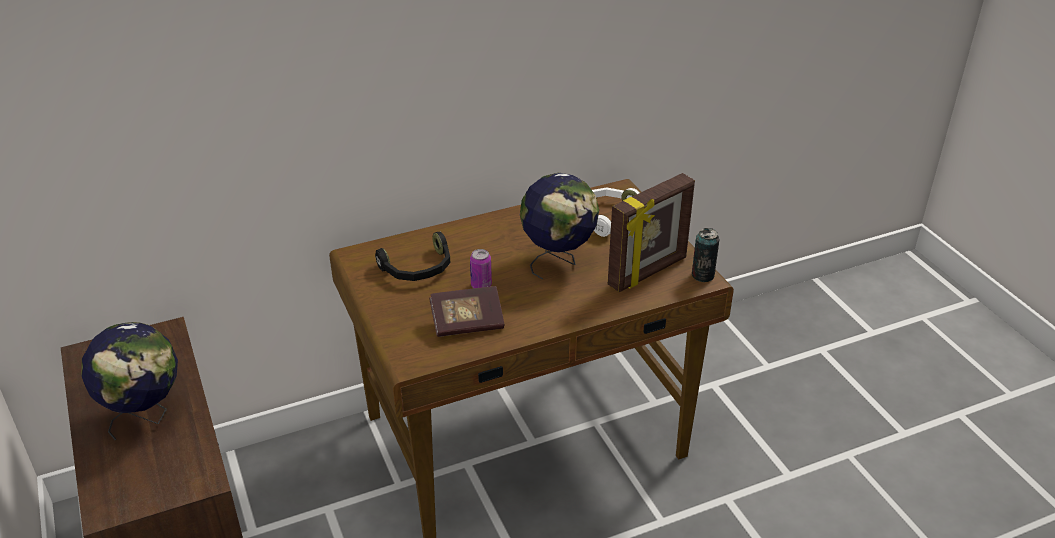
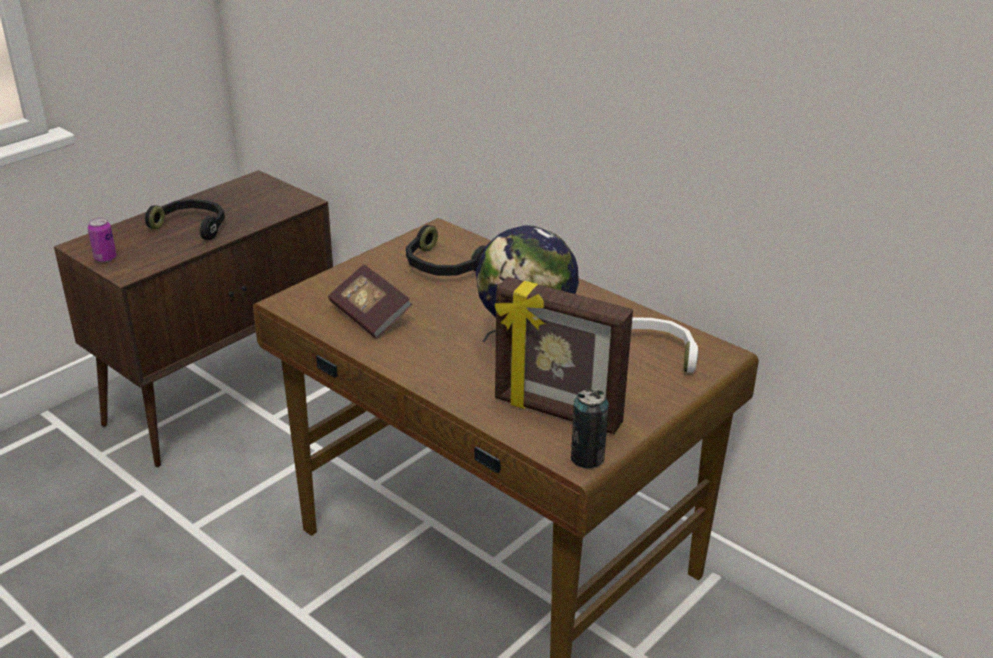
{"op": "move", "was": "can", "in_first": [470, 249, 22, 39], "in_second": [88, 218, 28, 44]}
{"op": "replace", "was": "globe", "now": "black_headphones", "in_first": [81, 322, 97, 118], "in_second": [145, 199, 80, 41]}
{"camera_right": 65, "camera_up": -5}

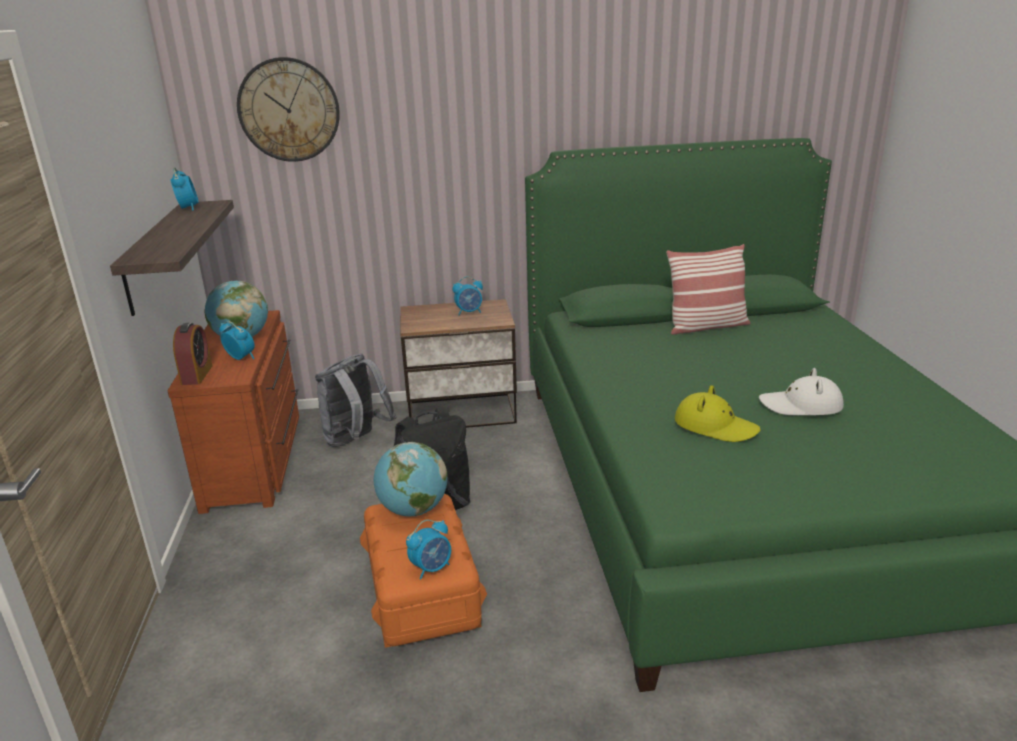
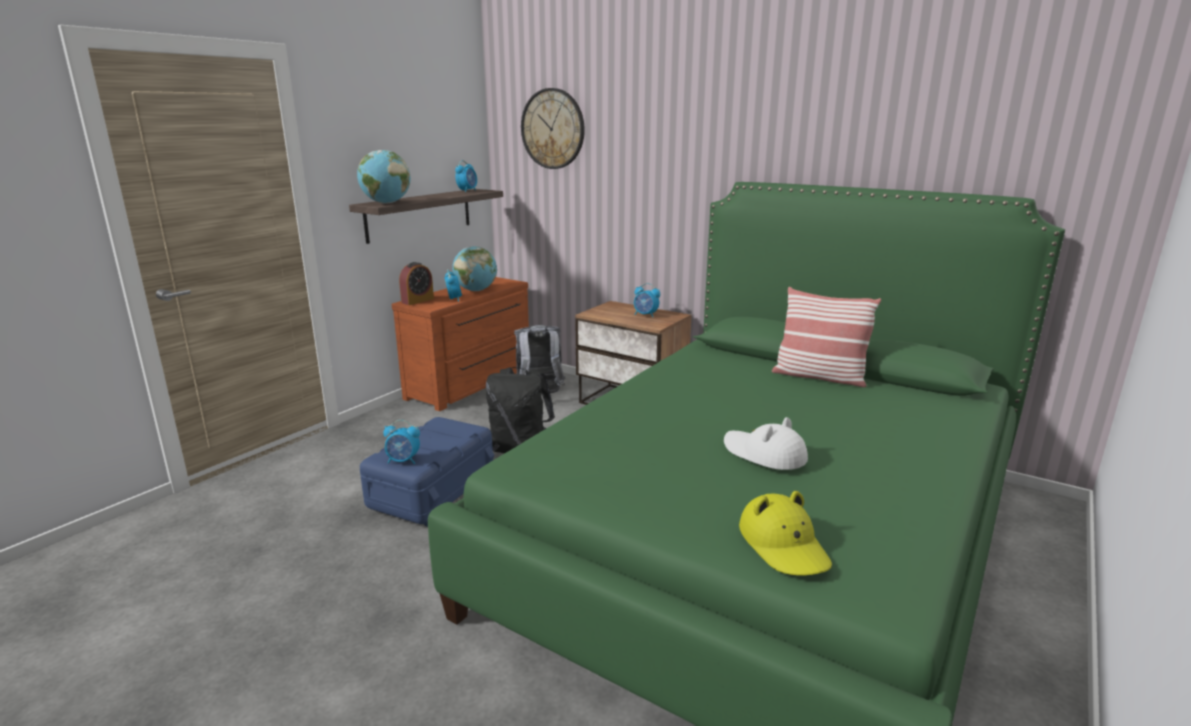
{"op": "move", "was": "yellow_hat", "in_first": [675, 385, 86, 57], "in_second": [739, 491, 93, 84]}
{"op": "move", "was": "globe", "in_first": [373, 442, 75, 74], "in_second": [357, 150, 53, 54]}
{"op": "recolor", "was": "orange_storage_box", "now": "blue_storage_box", "in_first": [360, 494, 127, 154], "in_second": [360, 417, 134, 110]}
{"camera_right": 40, "camera_up": -5}

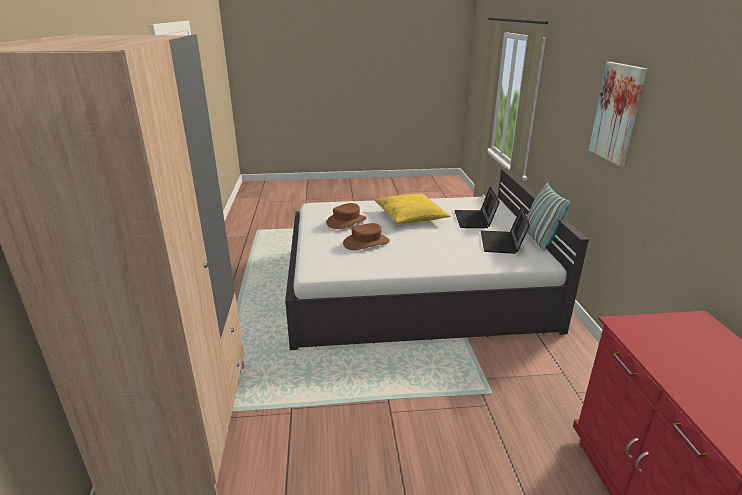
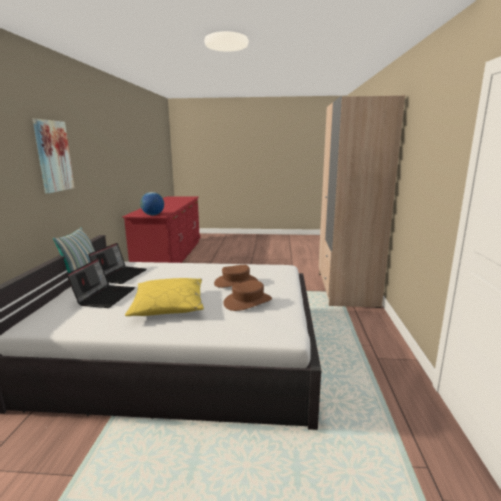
{"op": "insert", "now": "globe", "in_second": [140, 192, 24, 23]}
{"camera_right": -170, "camera_up": -10}

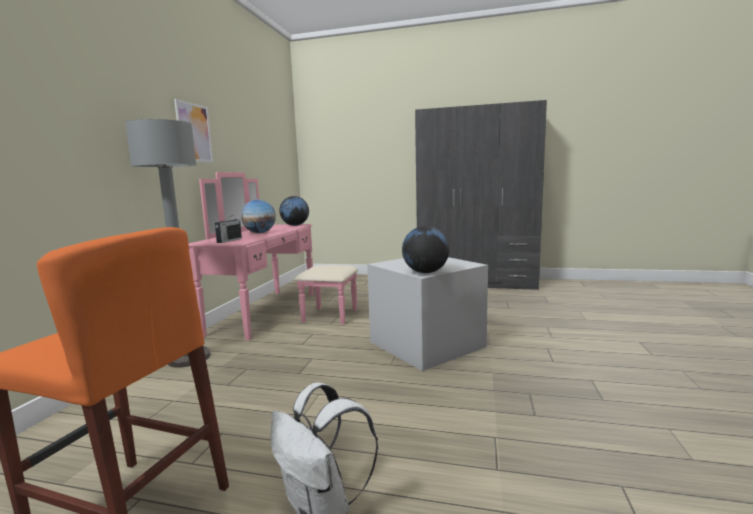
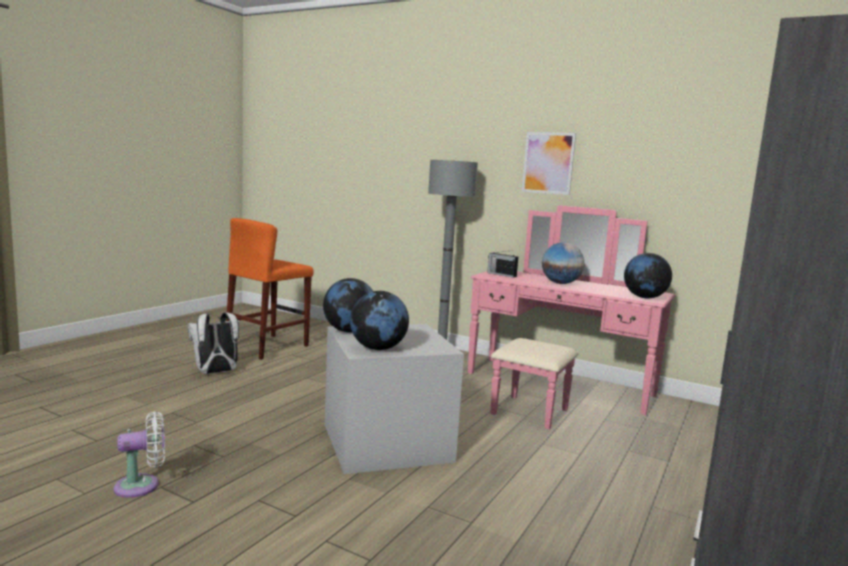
{"op": "insert", "now": "globe", "in_second": [350, 291, 59, 59]}
{"op": "insert", "now": "white_fan", "in_second": [114, 411, 51, 87]}
{"camera_right": 105, "camera_up": 0}

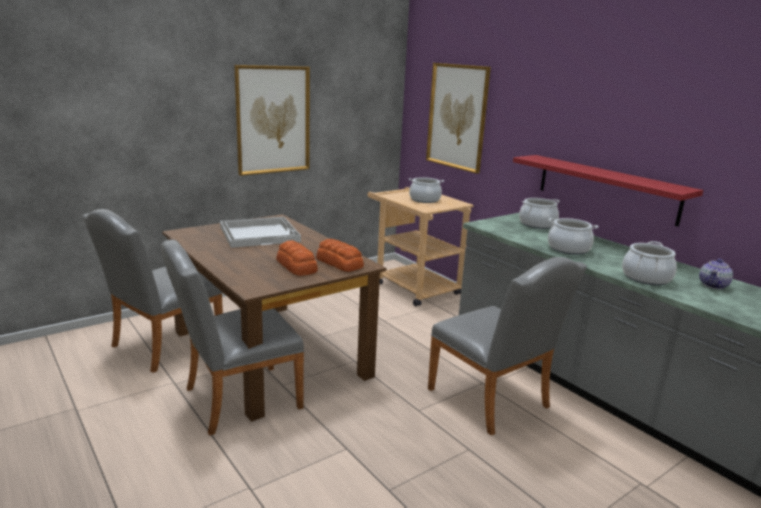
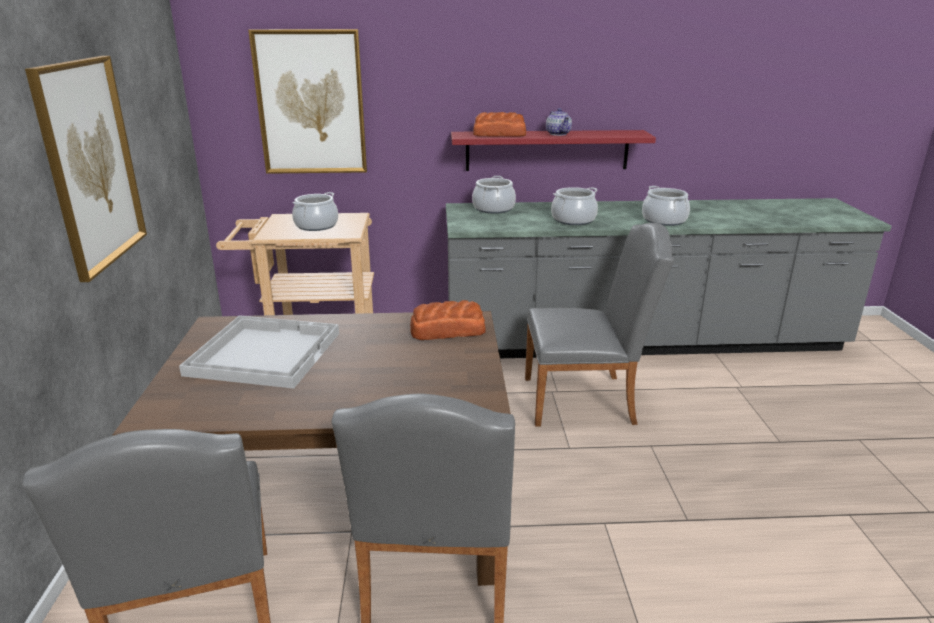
{"op": "move", "was": "bread", "in_first": [276, 240, 42, 36], "in_second": [473, 112, 53, 25]}
{"op": "move", "was": "teapot", "in_first": [699, 259, 34, 30], "in_second": [546, 108, 26, 28]}
{"camera_right": -55, "camera_up": 5}

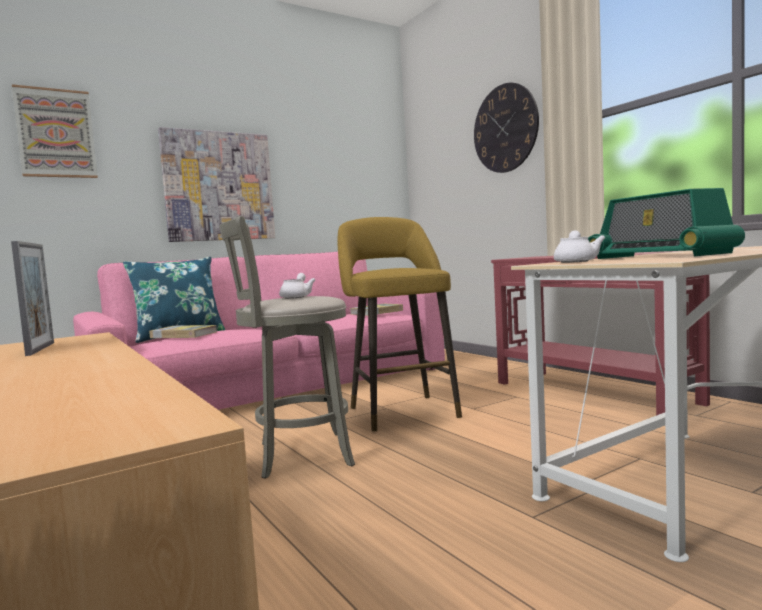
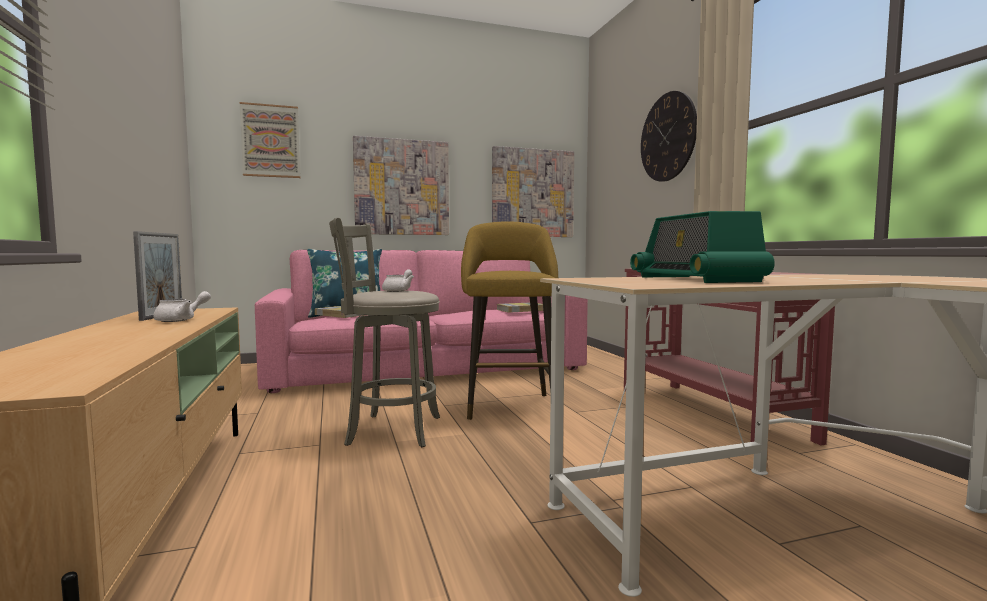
{"op": "move", "was": "white_teapot", "in_first": [554, 230, 51, 33], "in_second": [153, 291, 58, 31]}
{"op": "insert", "now": "picture", "in_second": [492, 146, 82, 91]}
{"camera_right": 15, "camera_up": 0}

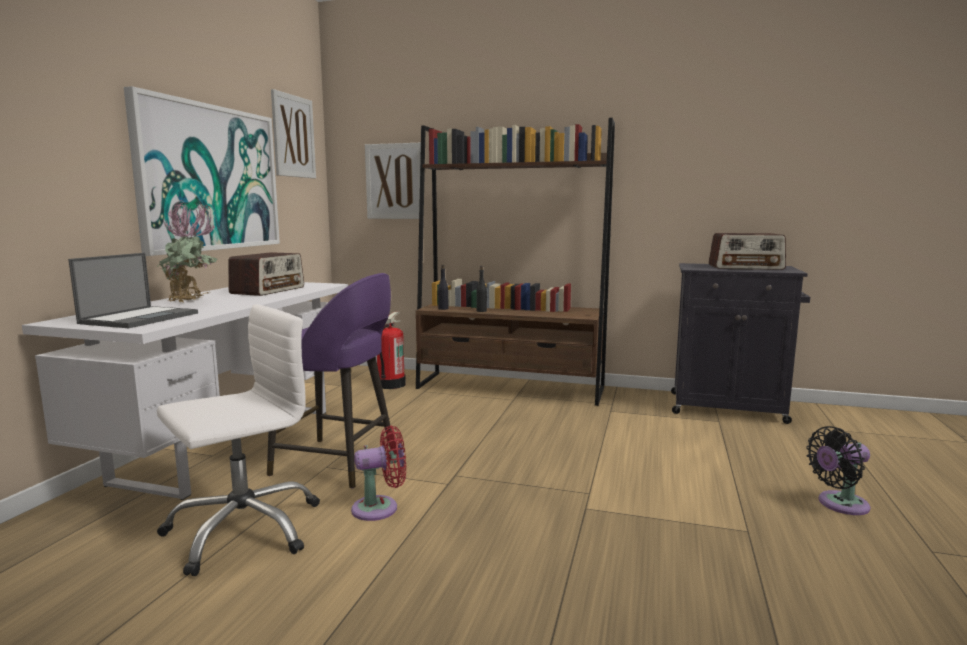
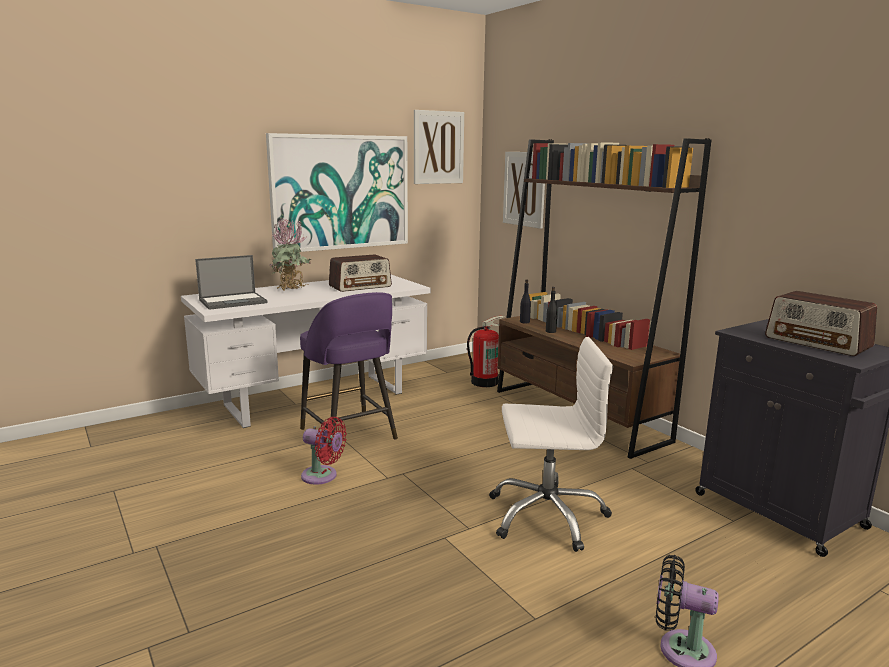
{"op": "move", "was": "white_office_chair", "in_first": [157, 304, 163, 272], "in_second": [489, 337, 124, 215]}
{"camera_right": 40, "camera_up": 5}

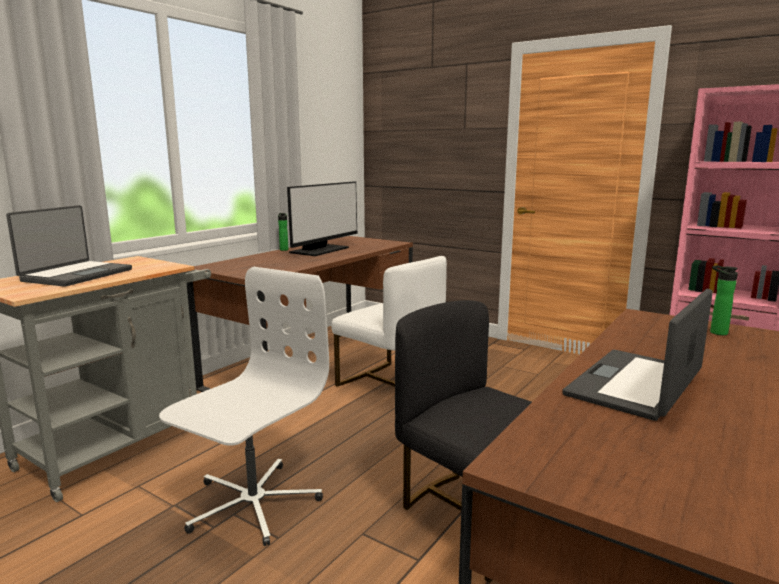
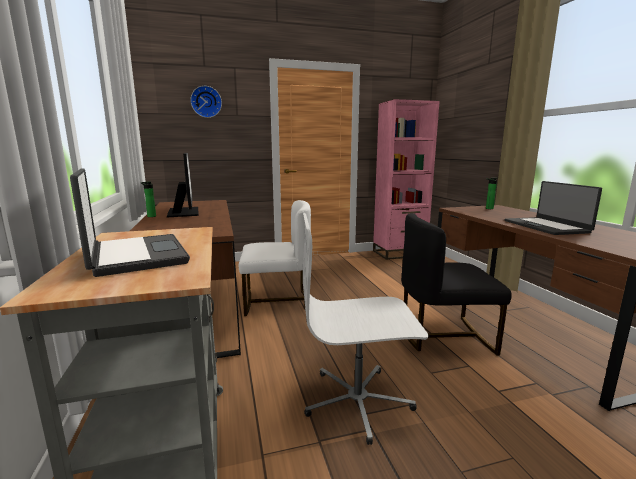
{"op": "rotate", "was": "white_office_chair", "in_first": [159, 267, 170, 279], "in_second": [303, 213, 125, 232], "clockwise": -75}
{"op": "insert", "now": "wall_clock", "in_second": [190, 86, 32, 32]}
{"camera_right": -50, "camera_up": 0}

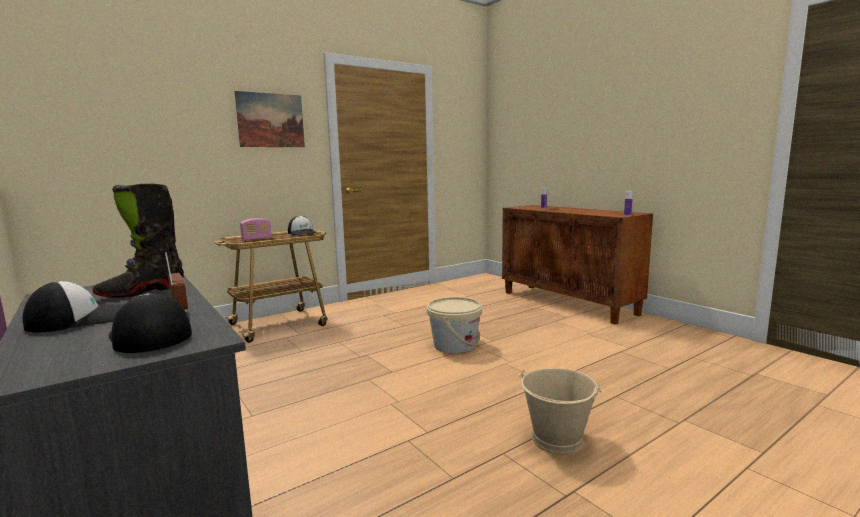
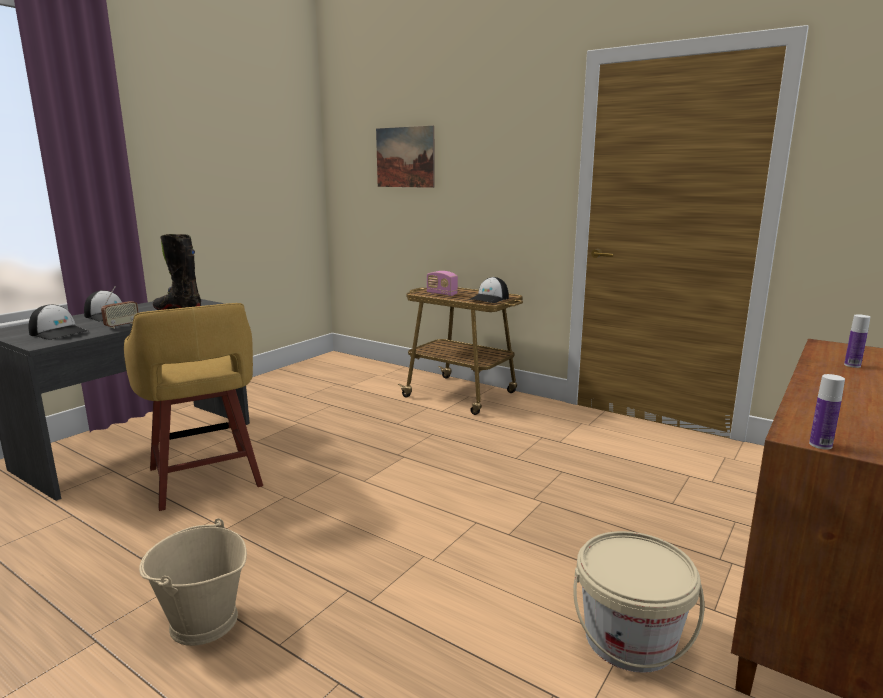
{"op": "move", "was": "picture", "in_first": [235, 91, 70, 56], "in_second": [376, 126, 59, 62]}
{"op": "rotate", "was": "cap", "in_first": [109, 293, 83, 60], "in_second": [29, 304, 59, 36], "clockwise": 90}
{"op": "move", "was": "beige_bucket", "in_first": [427, 297, 55, 57], "in_second": [573, 531, 131, 142]}
{"op": "insert", "now": "yellow_stool", "in_second": [124, 303, 139, 208]}
{"camera_right": 70, "camera_up": 5}

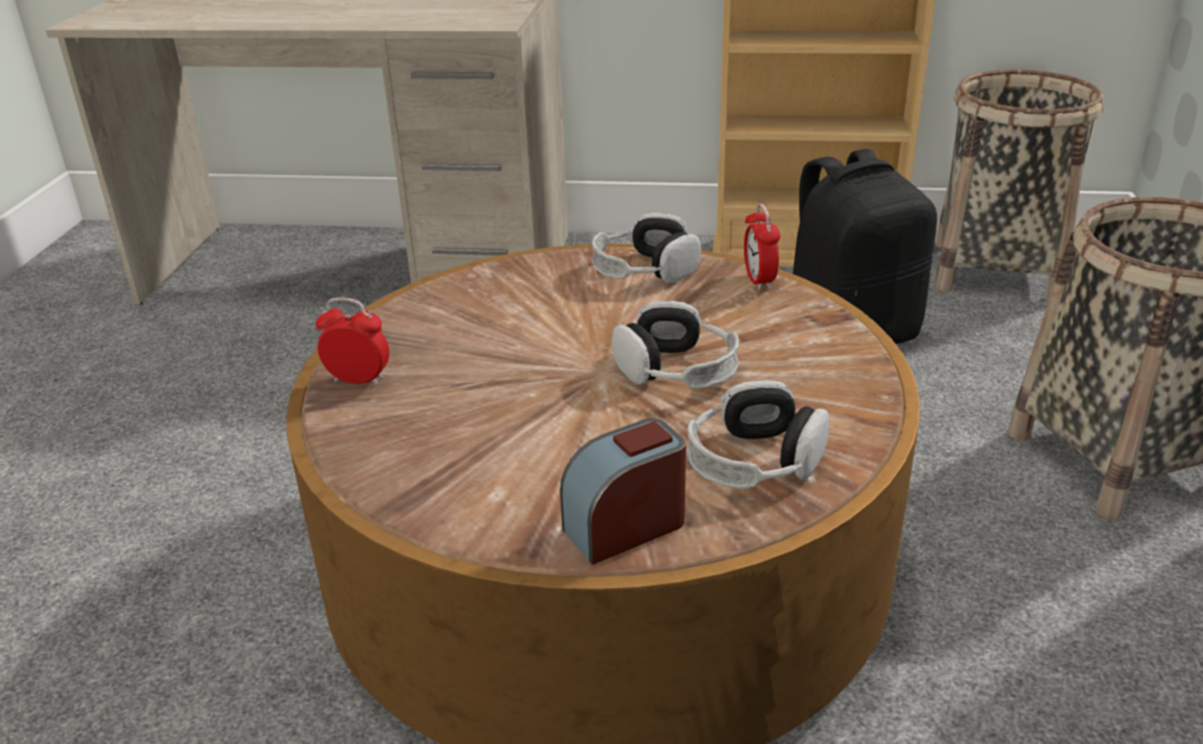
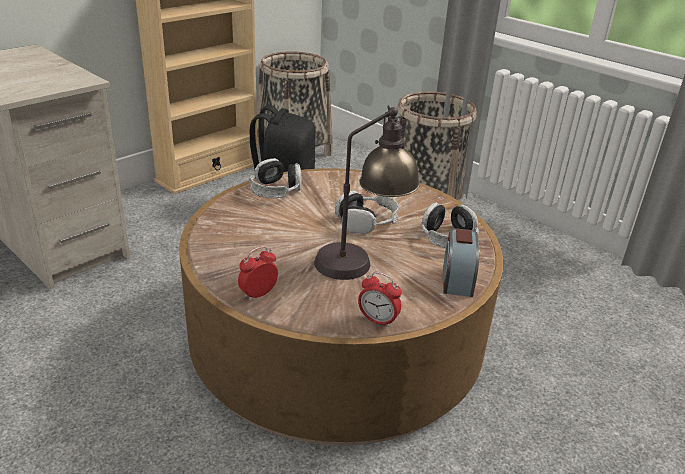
{"op": "move", "was": "alarm_clock", "in_first": [744, 203, 36, 87], "in_second": [358, 272, 43, 56]}
{"op": "insert", "now": "table_lamp", "in_second": [314, 105, 106, 175]}
{"camera_right": -55, "camera_up": 0}

